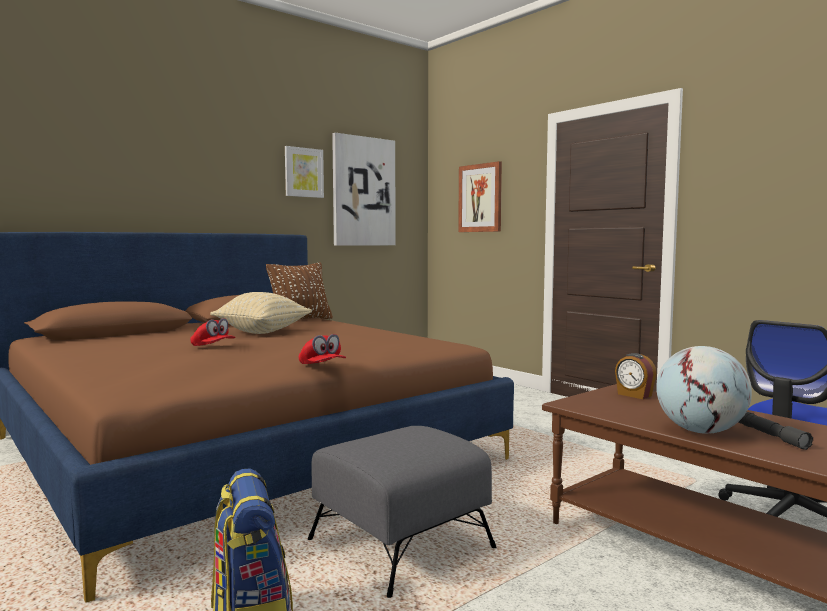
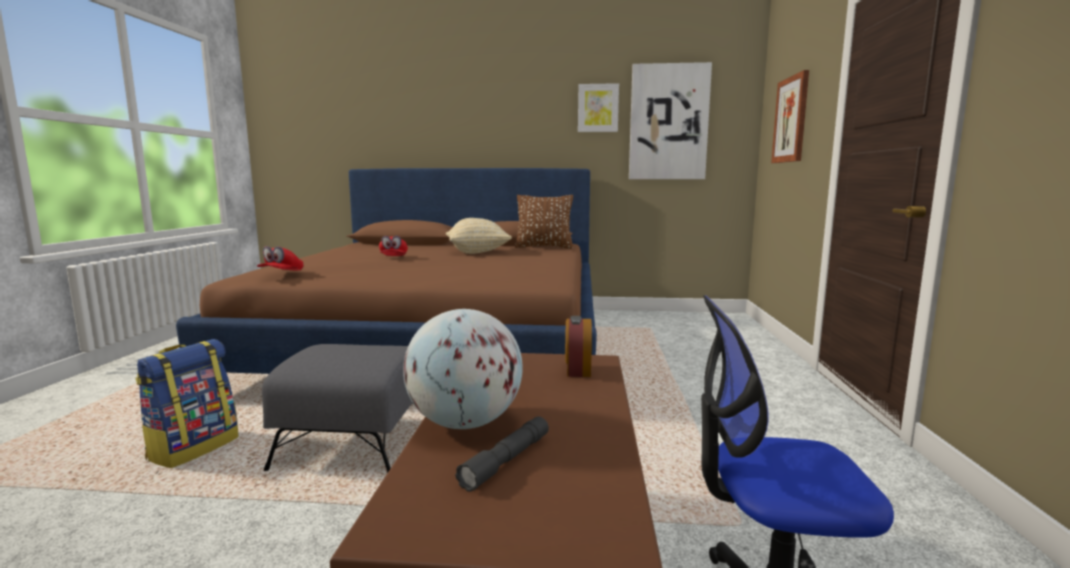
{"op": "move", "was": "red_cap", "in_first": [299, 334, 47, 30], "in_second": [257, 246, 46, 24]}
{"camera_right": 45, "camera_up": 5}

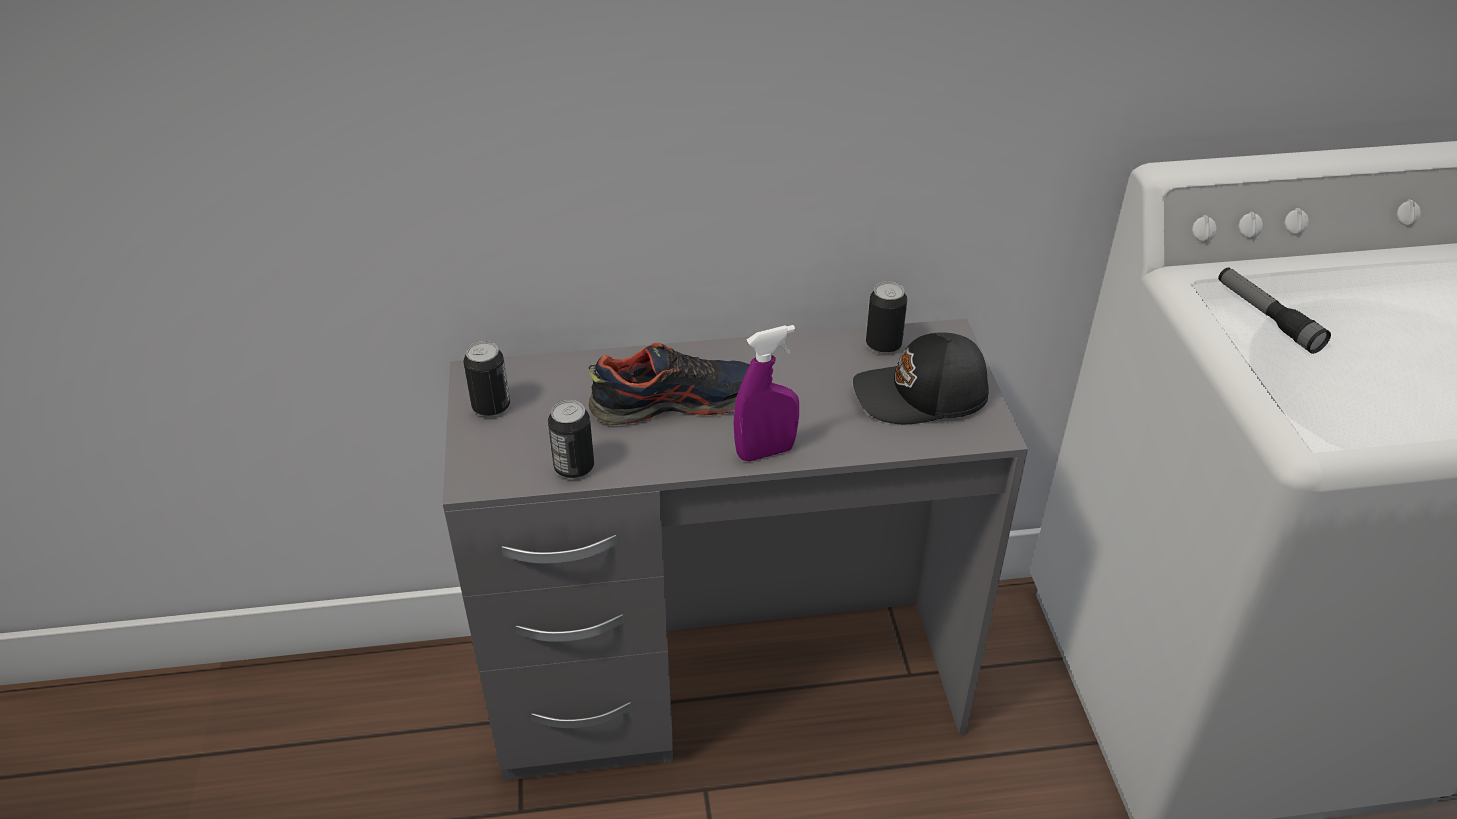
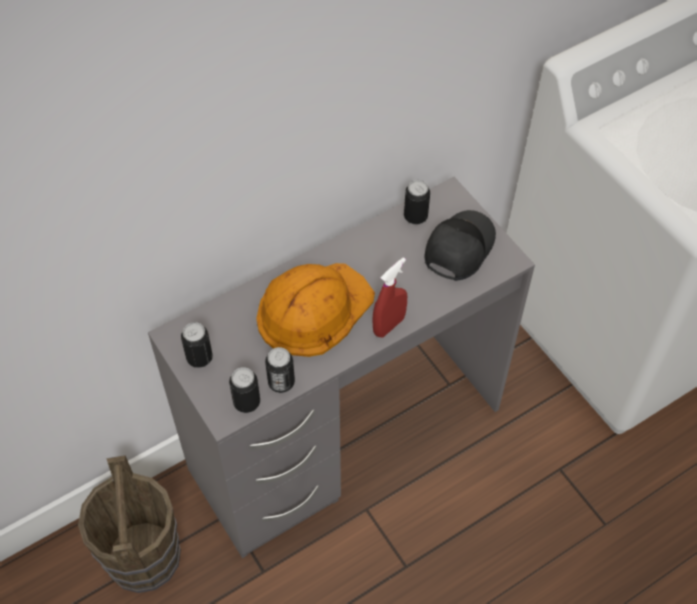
{"op": "delete", "was": "flashlight", "in_first": [1218, 267, 113, 87]}
{"op": "recolor", "was": "purple_spray_bottle", "now": "red_spray_bottle", "in_first": [734, 325, 65, 136], "in_second": [372, 257, 35, 80]}
{"op": "rotate", "was": "black_cap", "in_first": [853, 332, 136, 92], "in_second": [425, 210, 71, 71], "clockwise": 150}
{"op": "replace", "was": "shoe", "now": "orange_hard_hat", "in_first": [588, 342, 162, 84], "in_second": [256, 263, 119, 94]}
{"op": "insert", "now": "can", "in_second": [229, 367, 31, 46]}
{"op": "insert", "now": "brown_bucket", "in_second": [78, 455, 103, 138]}
{"camera_right": -25, "camera_up": 15}

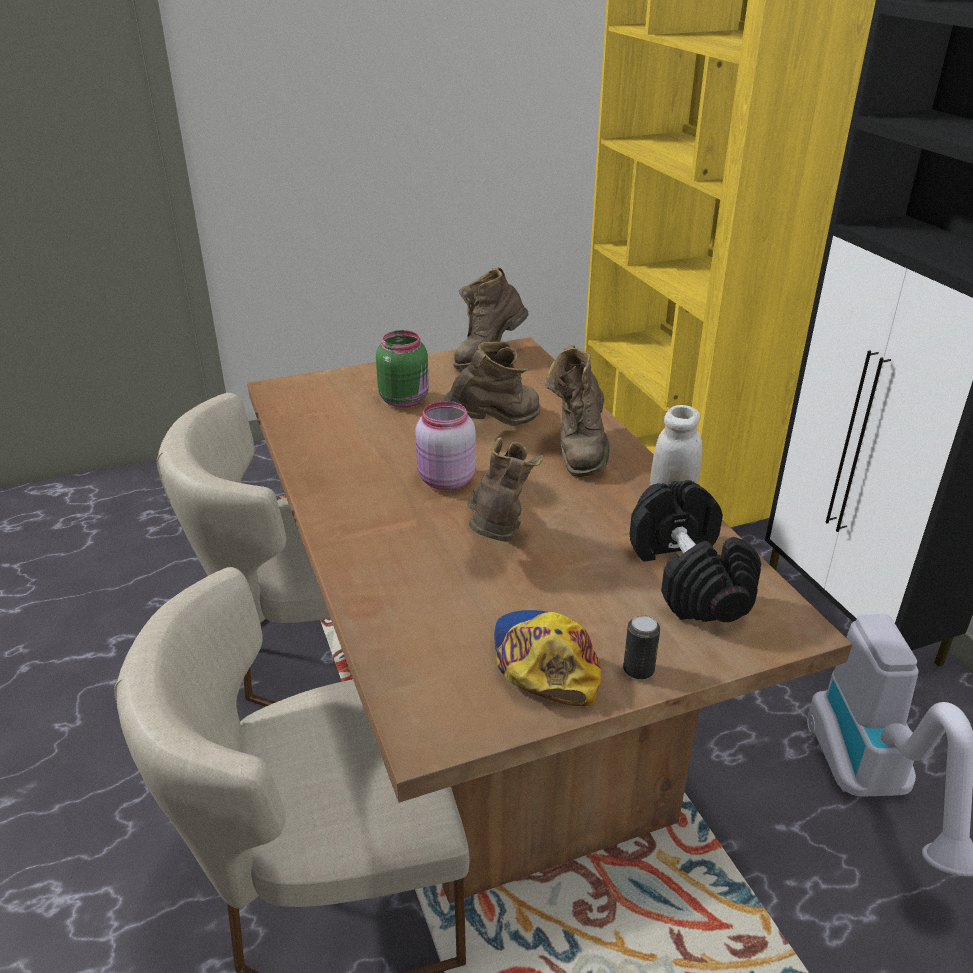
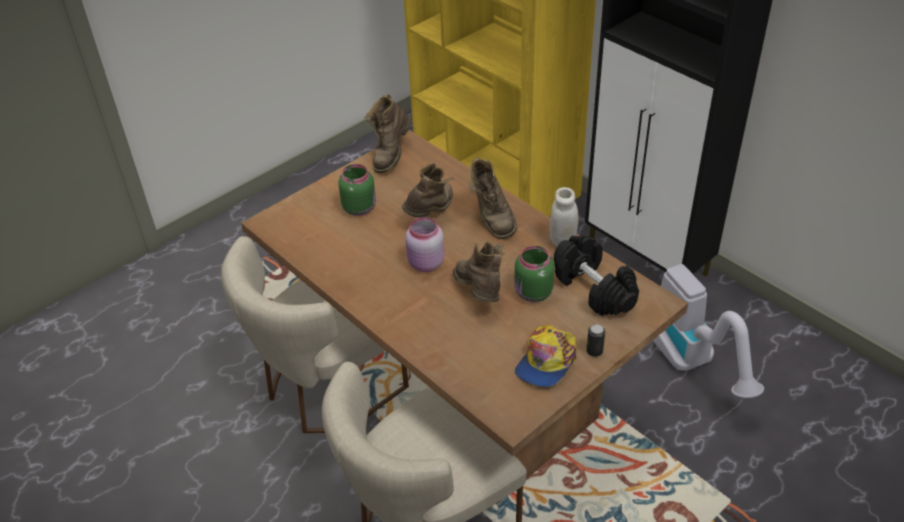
{"op": "rotate", "was": "cap", "in_first": [494, 610, 107, 96], "in_second": [515, 325, 62, 62], "clockwise": -120}
{"op": "insert", "now": "green_jar", "in_second": [514, 246, 40, 56]}
{"camera_right": -20, "camera_up": 10}

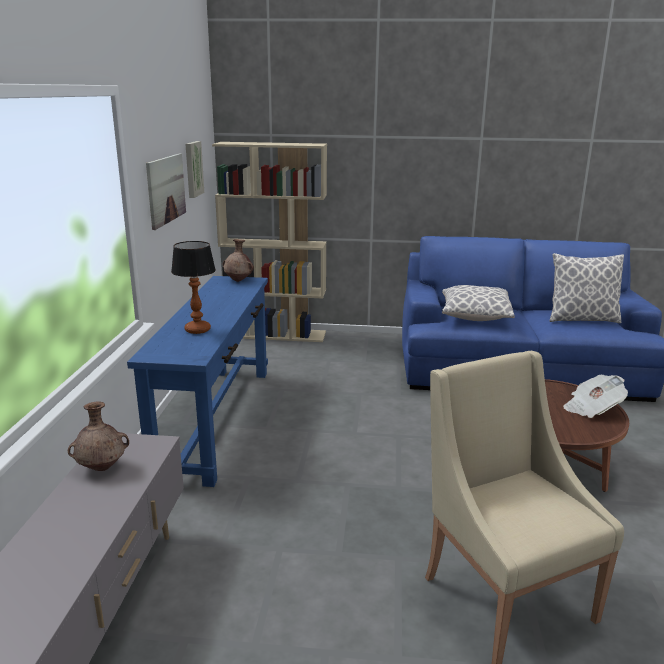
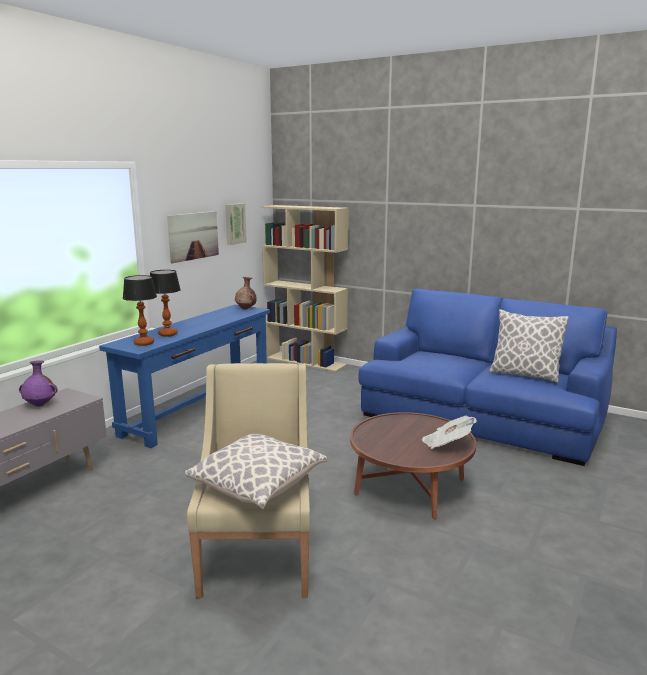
{"op": "move", "was": "pillow", "in_first": [442, 285, 73, 36], "in_second": [185, 434, 142, 75]}
{"op": "recolor", "was": "brown_vase", "now": "purple_vase", "in_first": [68, 402, 61, 69], "in_second": [19, 360, 39, 47]}
{"op": "insert", "now": "table_lamp", "in_second": [123, 275, 34, 71]}
{"camera_right": 25, "camera_up": -5}

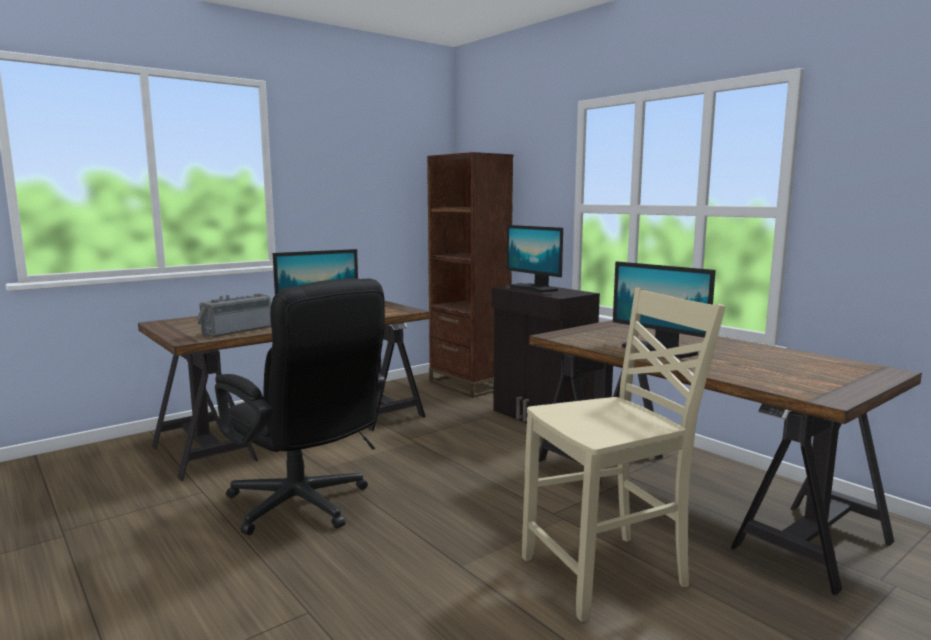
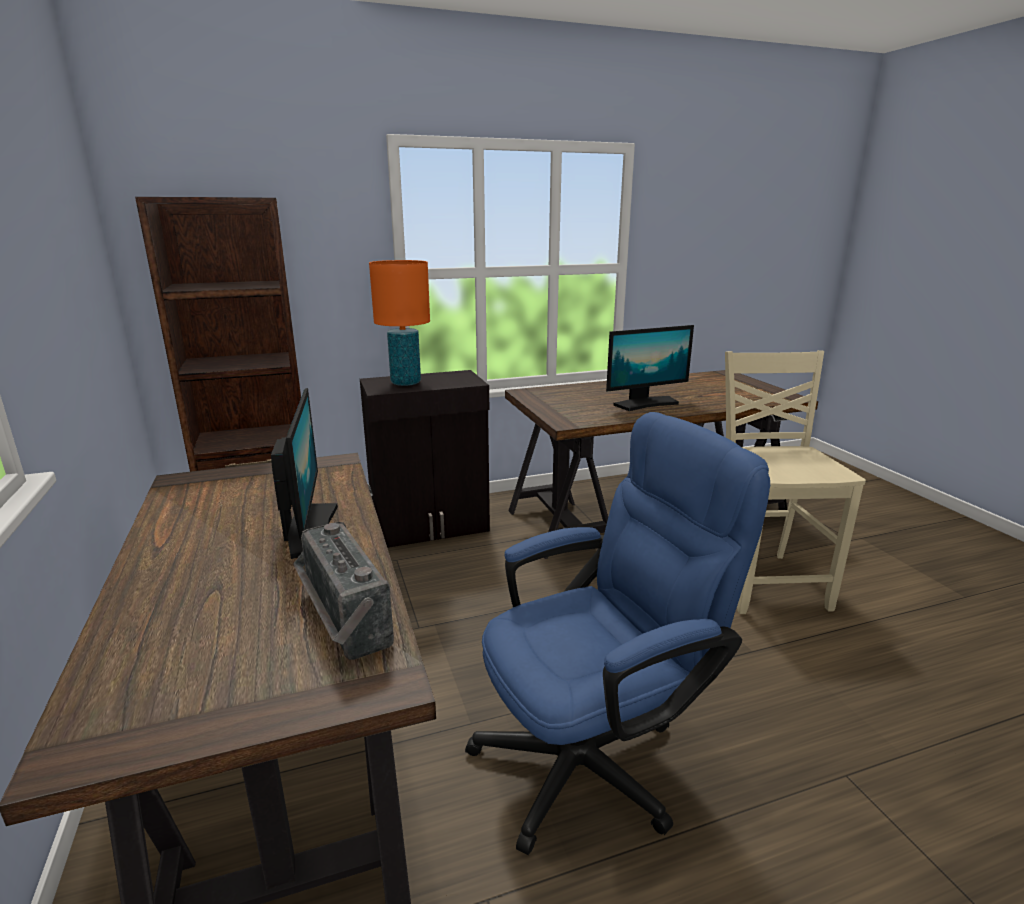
{"op": "replace", "was": "monitor", "now": "orange_table_lamp", "in_first": [507, 225, 56, 67], "in_second": [369, 260, 61, 126]}
{"op": "recolor", "was": "black_office_chair", "now": "blue_office_chair", "in_first": [215, 278, 170, 257], "in_second": [465, 412, 305, 443]}
{"camera_right": -70, "camera_up": 10}

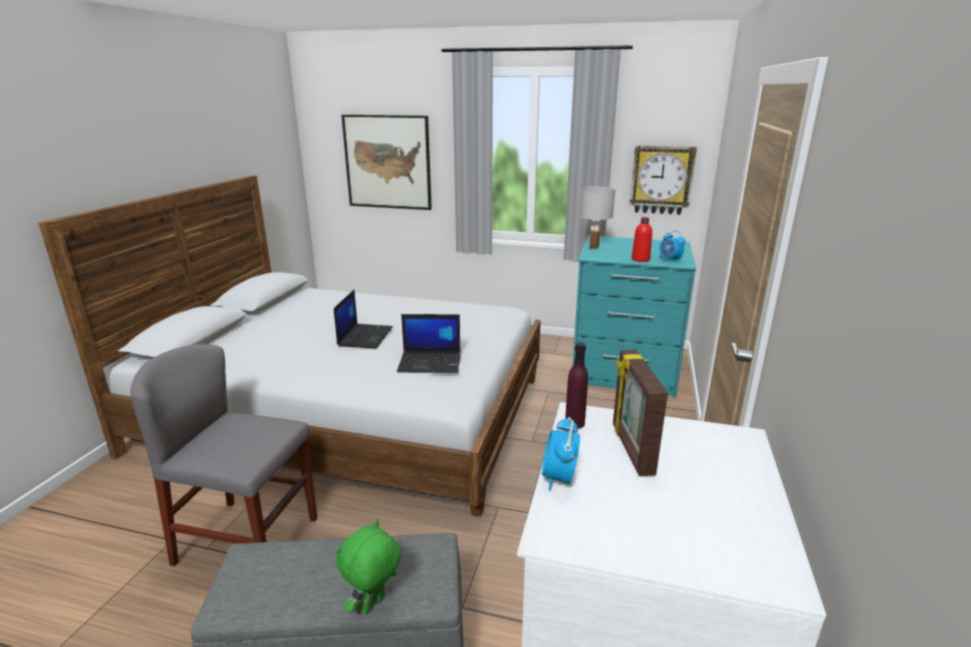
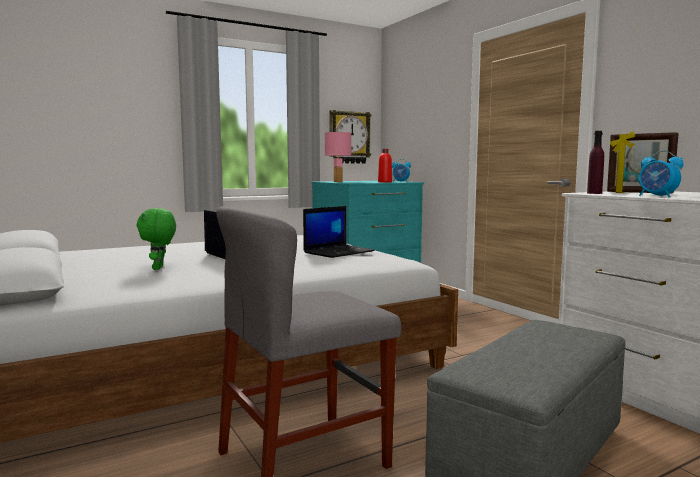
{"op": "delete", "was": "picture", "in_first": [341, 115, 91, 95]}
{"op": "recolor", "was": "white_table_lamp", "now": "pink_table_lamp", "in_first": [580, 186, 35, 63], "in_second": [325, 132, 26, 50]}
{"op": "move", "was": "green_plush_toy", "in_first": [336, 519, 65, 95], "in_second": [137, 208, 39, 62]}
{"camera_right": -45, "camera_up": -15}

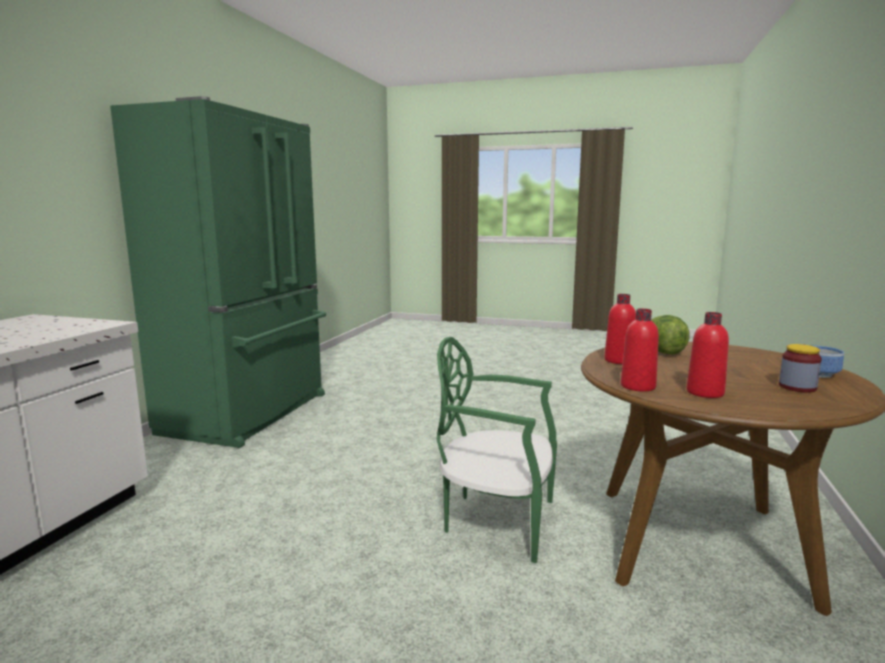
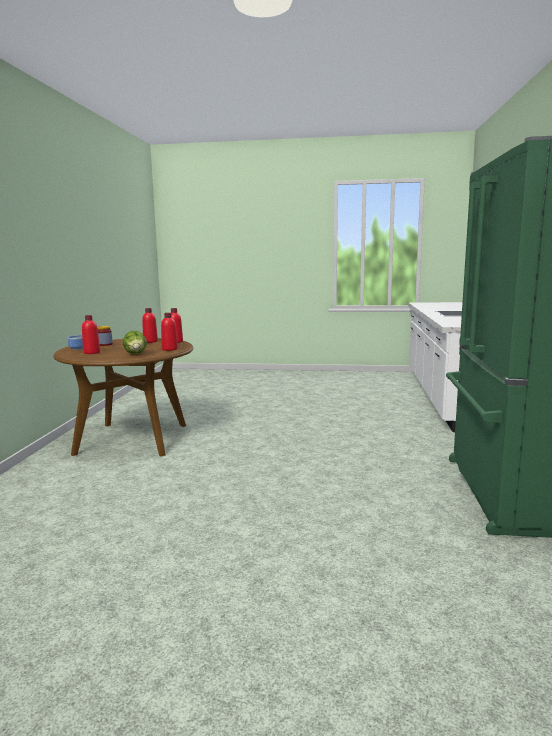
{"op": "delete", "was": "green_chair", "in_first": [437, 337, 120, 226]}
{"op": "insert", "now": "red_bottle", "in_second": [82, 315, 18, 39]}
{"camera_right": 170, "camera_up": 0}

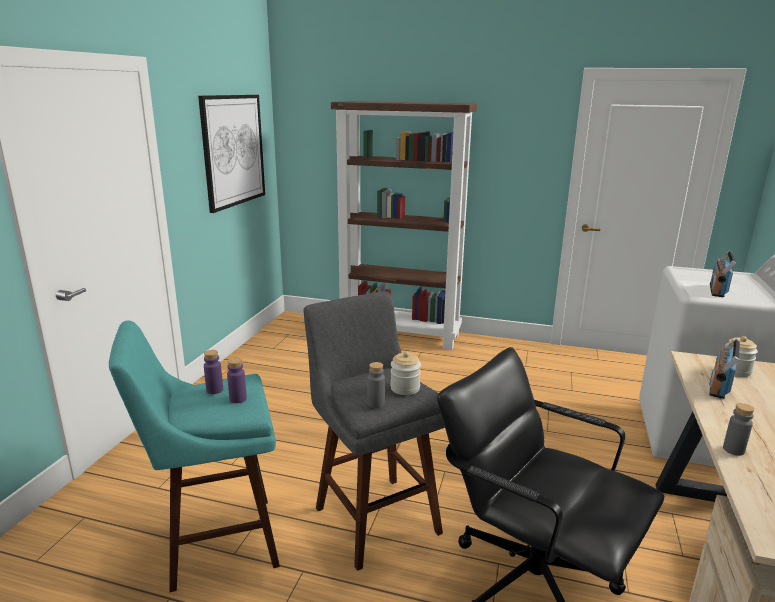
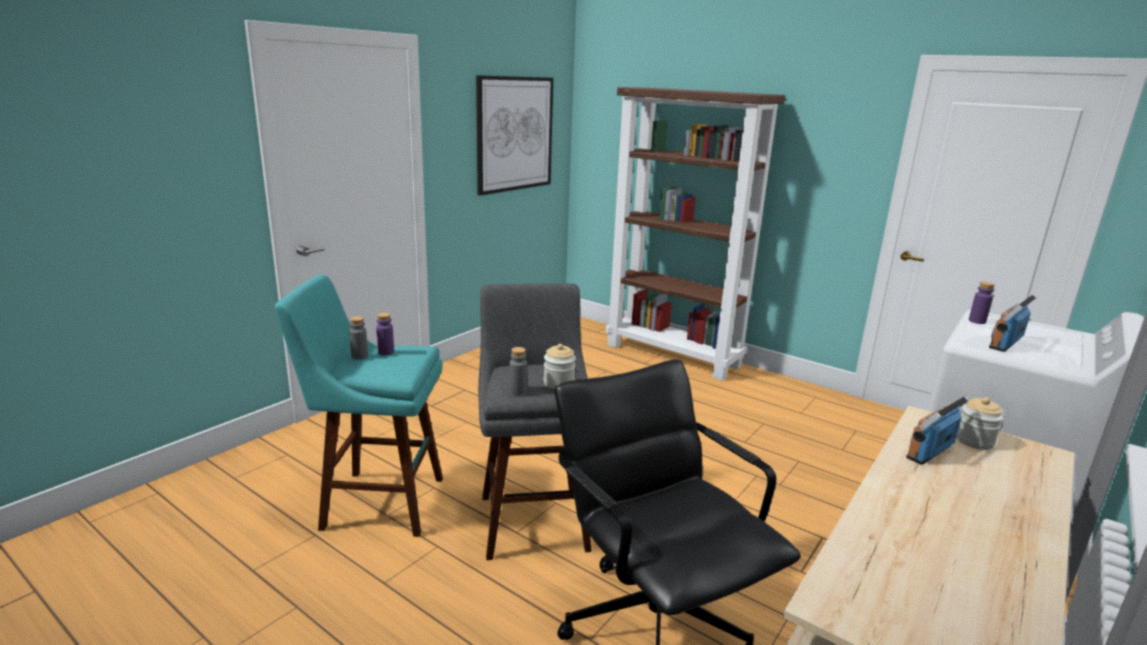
{"op": "move", "was": "purple_bottle", "in_first": [227, 358, 20, 45], "in_second": [969, 282, 26, 42]}
{"op": "move", "was": "grey_bottle", "in_first": [723, 403, 31, 53], "in_second": [349, 316, 19, 44]}
{"camera_right": 20, "camera_up": 0}

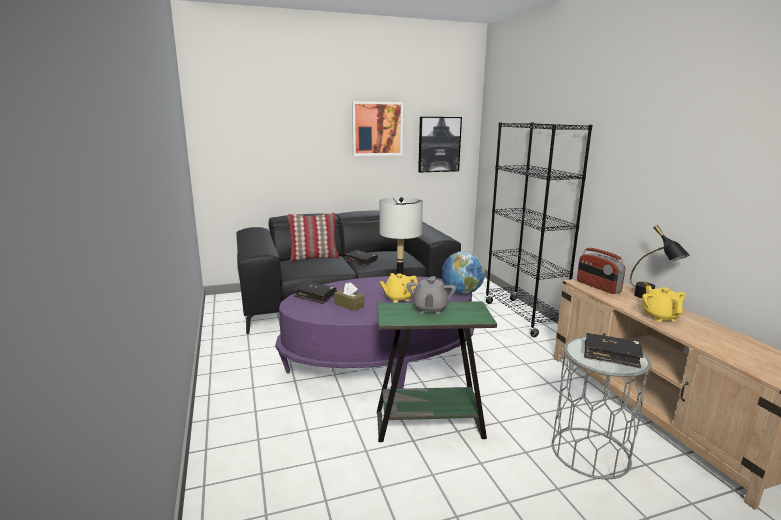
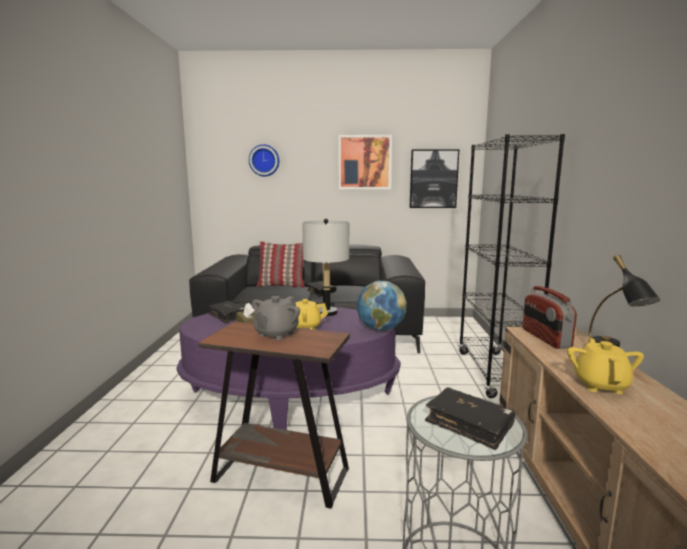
{"op": "recolor", "was": "green_side_table", "now": "brown_side_table", "in_first": [377, 301, 120, 141], "in_second": [198, 322, 152, 187]}
{"op": "insert", "now": "wall_clock", "in_second": [249, 145, 30, 32]}
{"camera_right": 20, "camera_up": -5}

